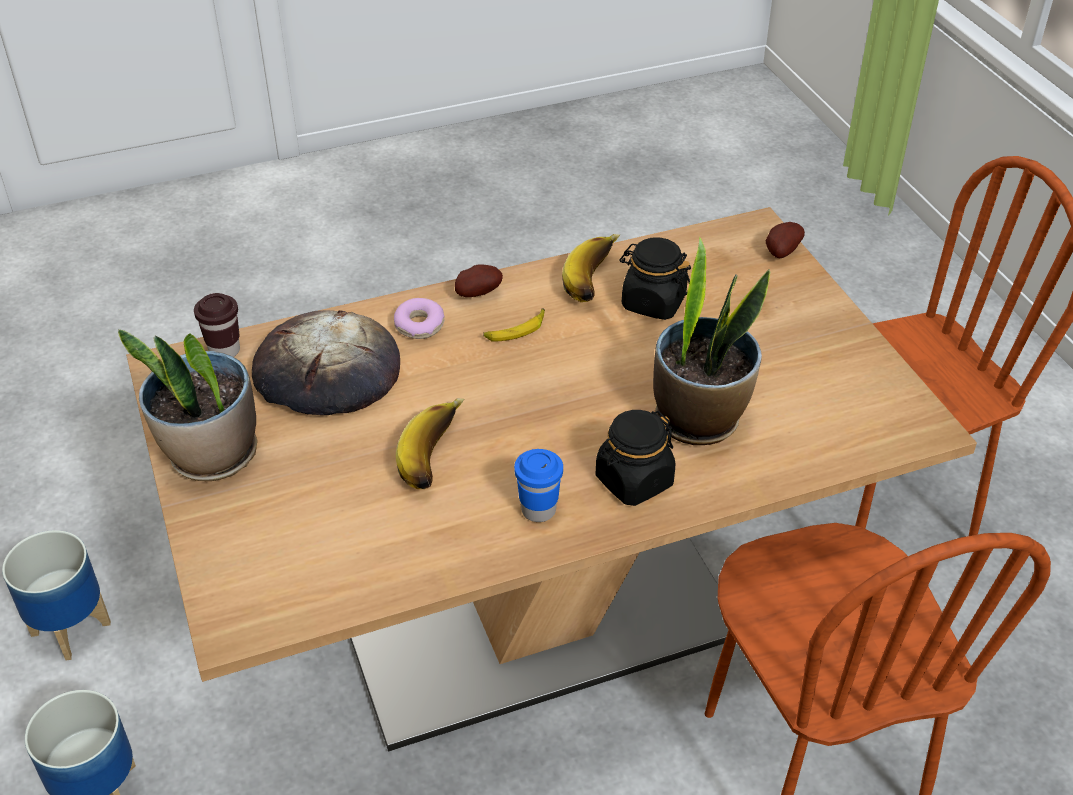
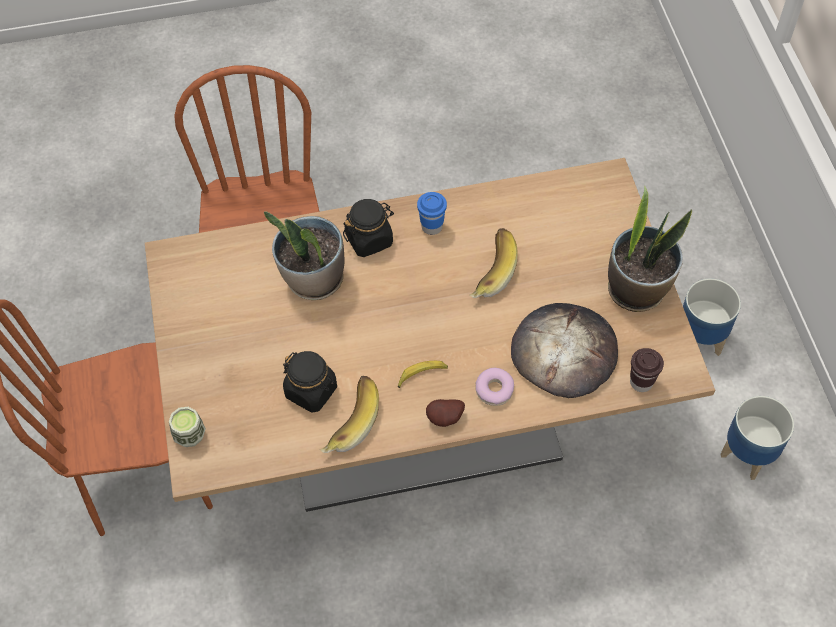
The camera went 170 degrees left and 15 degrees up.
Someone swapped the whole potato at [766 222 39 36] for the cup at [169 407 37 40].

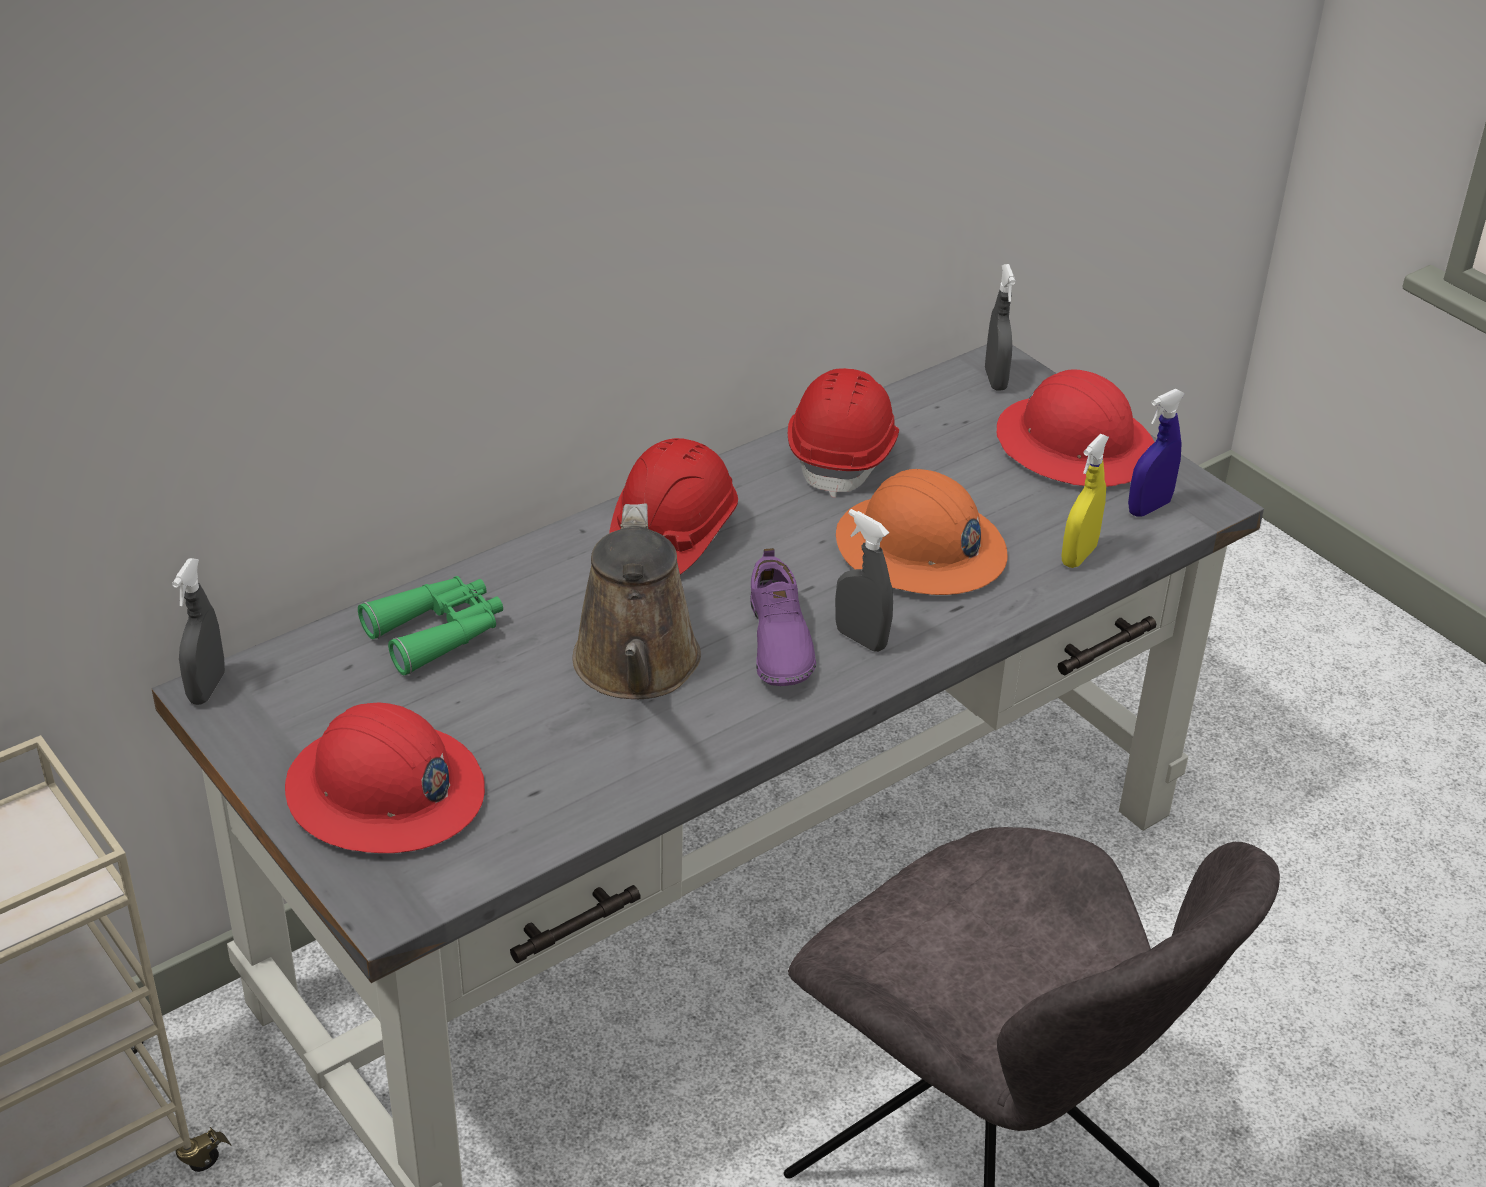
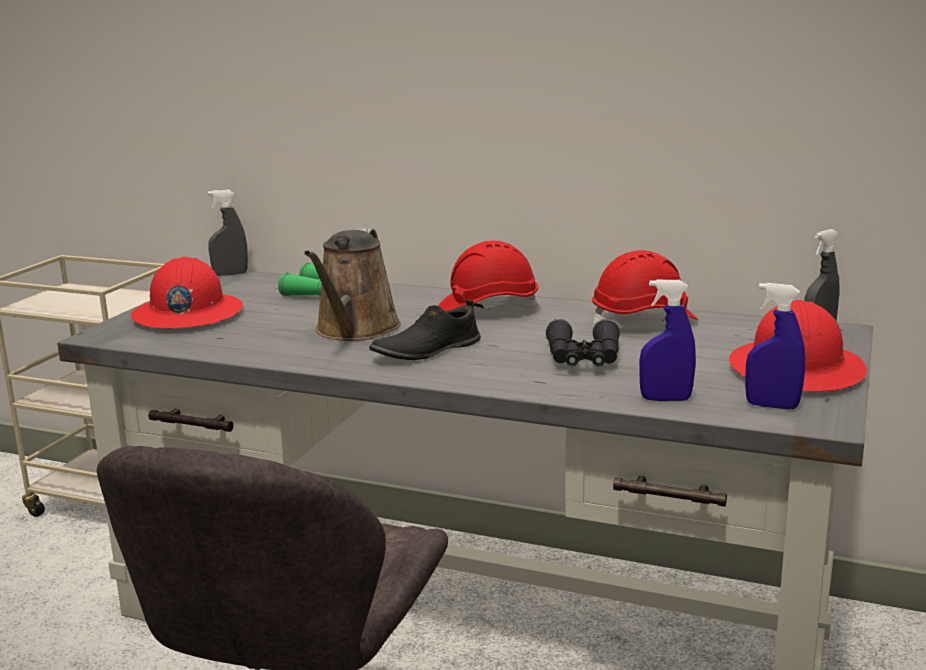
The camera went 60 degrees right and 20 degrees down.
Someone rotated the brownish sprinkling can at [573 504 128 195] by 45 degrees counterclockwise.
Someone repainted the purple-coloured item of footwear at [750 548 66 138], which became the blackish item of footwear at [369 299 112 61].
Someone took away the gray hand sprayer at [835 509 58 143].
Someone swapped the orangey hard hat at [836 469 172 126] for the blackish binoculars at [545 319 75 47].
Someone repainted the yellow hand sprayer at [1062 434 47 134], which became the blue-coloured hand sprayer at [639 280 57 121].

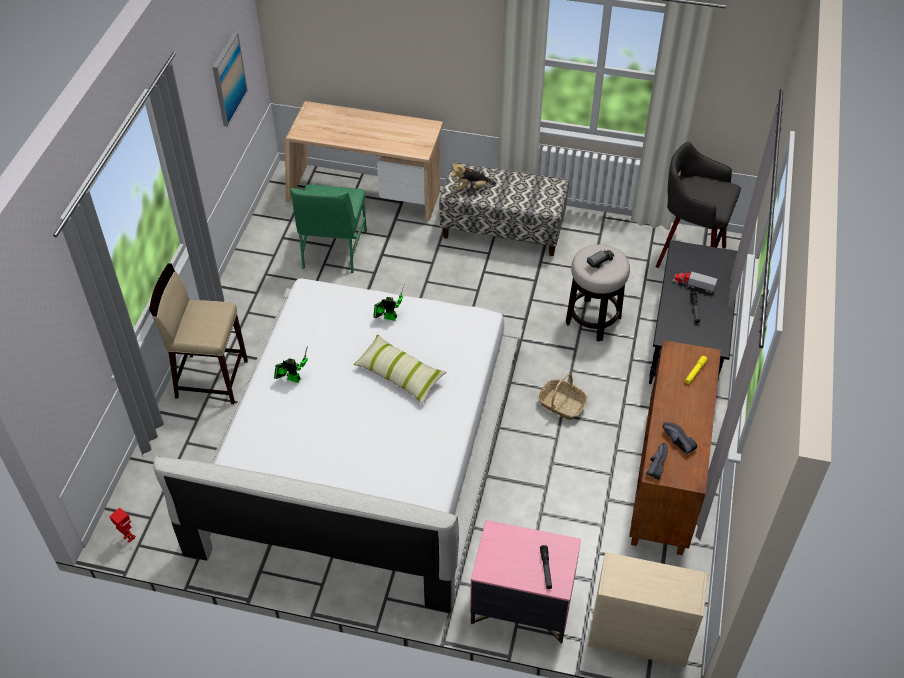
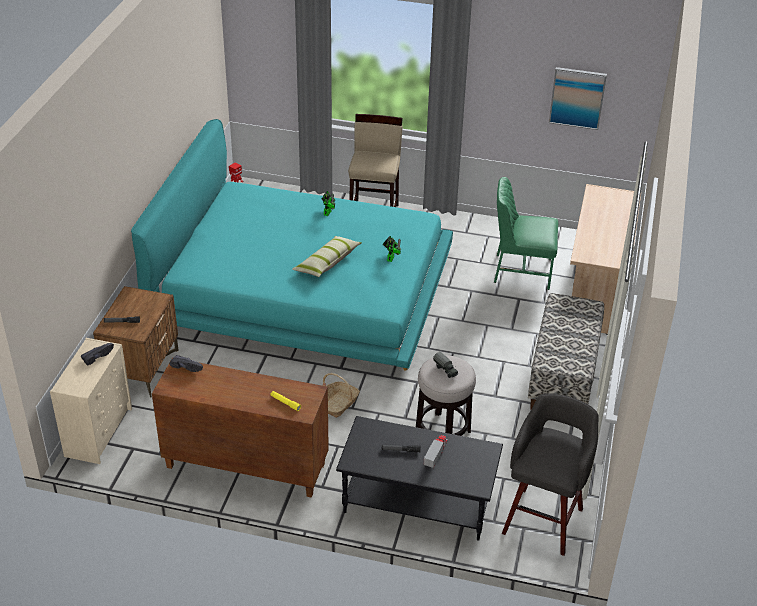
The camera went 90 degrees right and 10 degrees down.
Someone repainted the whitish sleeping bed at [153 279 370 334], which became the turquoise sleeping bed at [131 119 322 251].
Someone took away the soft toy at [451 163 45 28].
Someone repainted the pink-coloured nightstand at [470 520 111 124], which became the brownish nightstand at [93 286 86 112].
Someone carried the blackish item of footwear from [663 422 34 32] to [81 343 33 22].

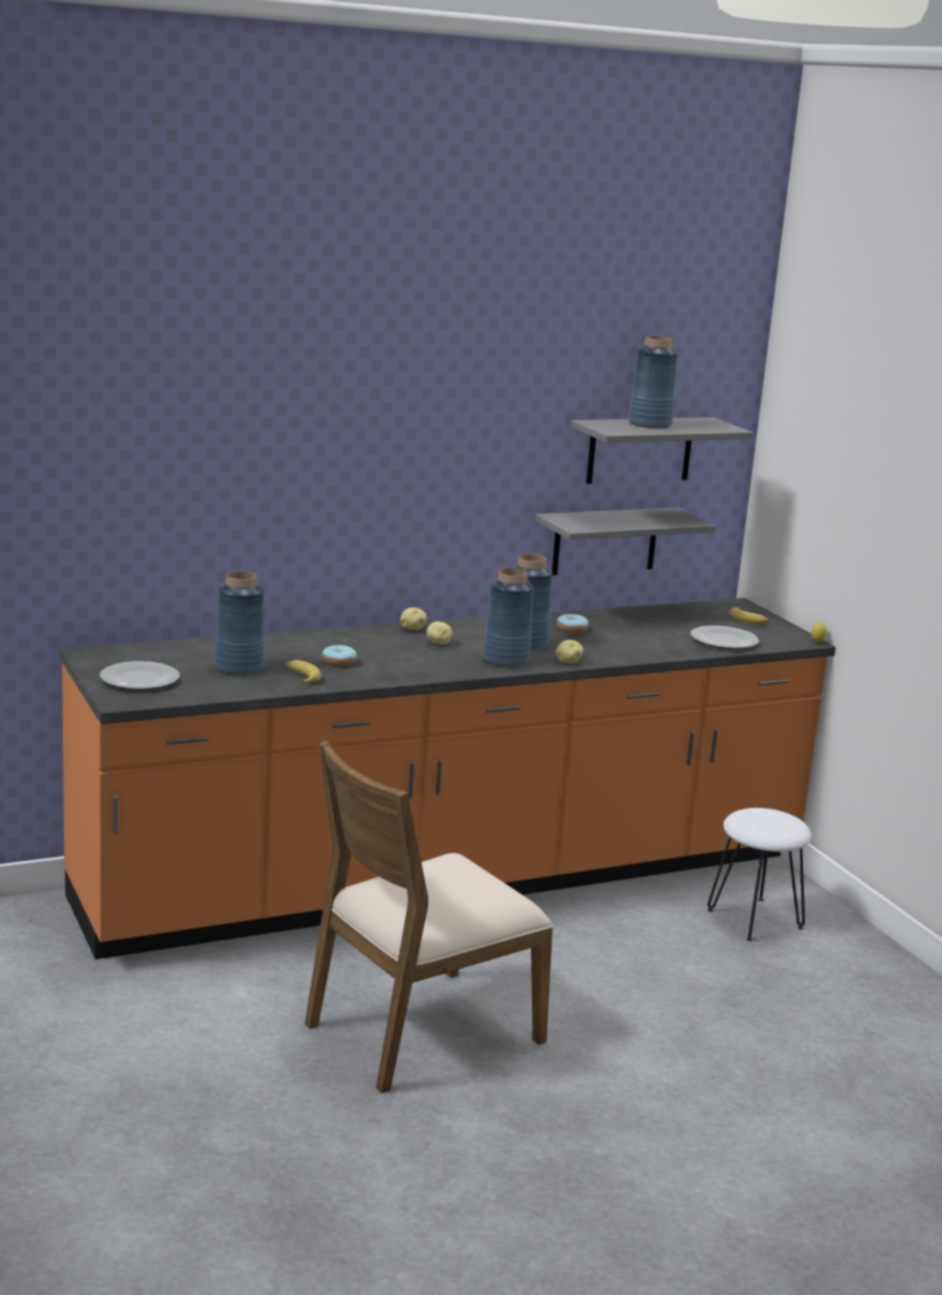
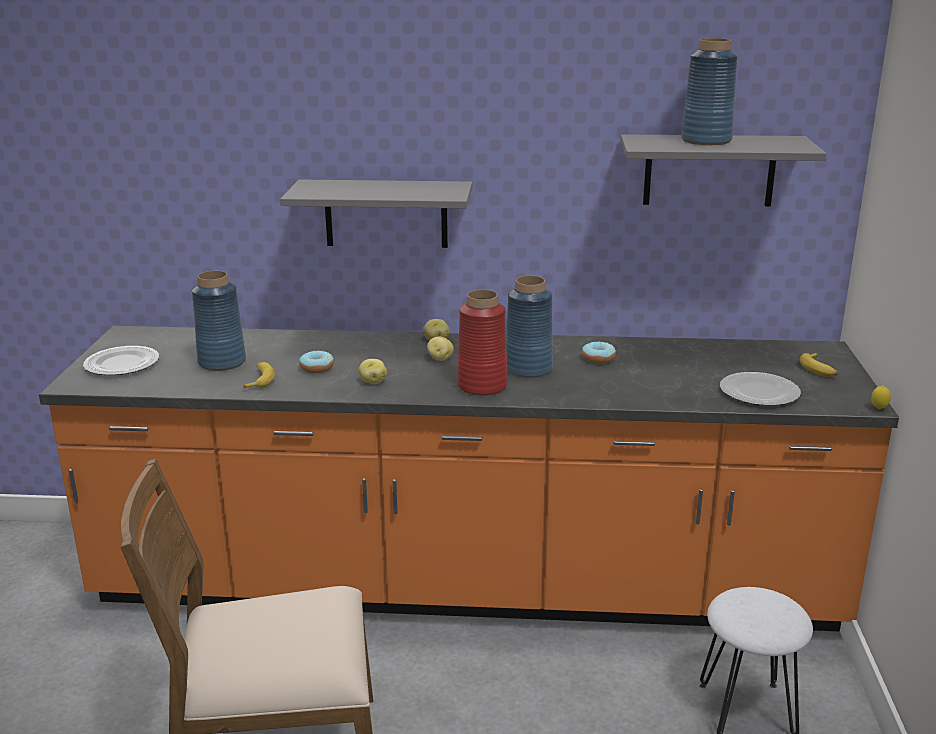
The camera went 30 degrees right and 5 degrees up.
Someone repainted the blue-coloured decorative vase at [483 568 51 99], which became the reddish decorative vase at [457 290 51 106].
Someone carried the gray shelf from [535 507 181 68] to [280 179 192 69].
Someone carried the whole potato from [556 640 28 23] to [358 359 29 25].

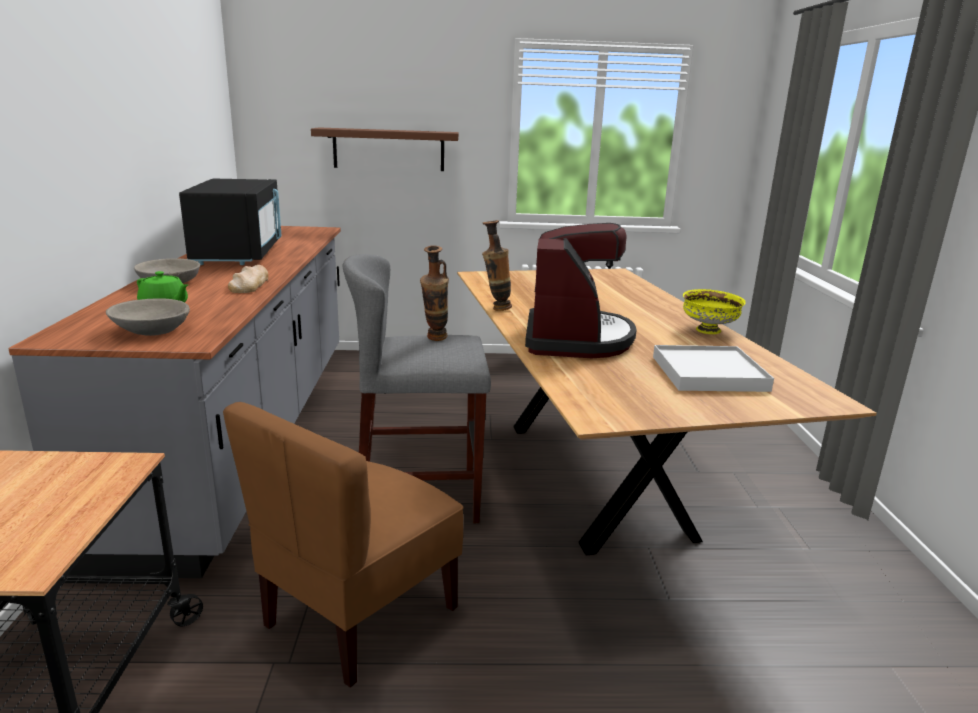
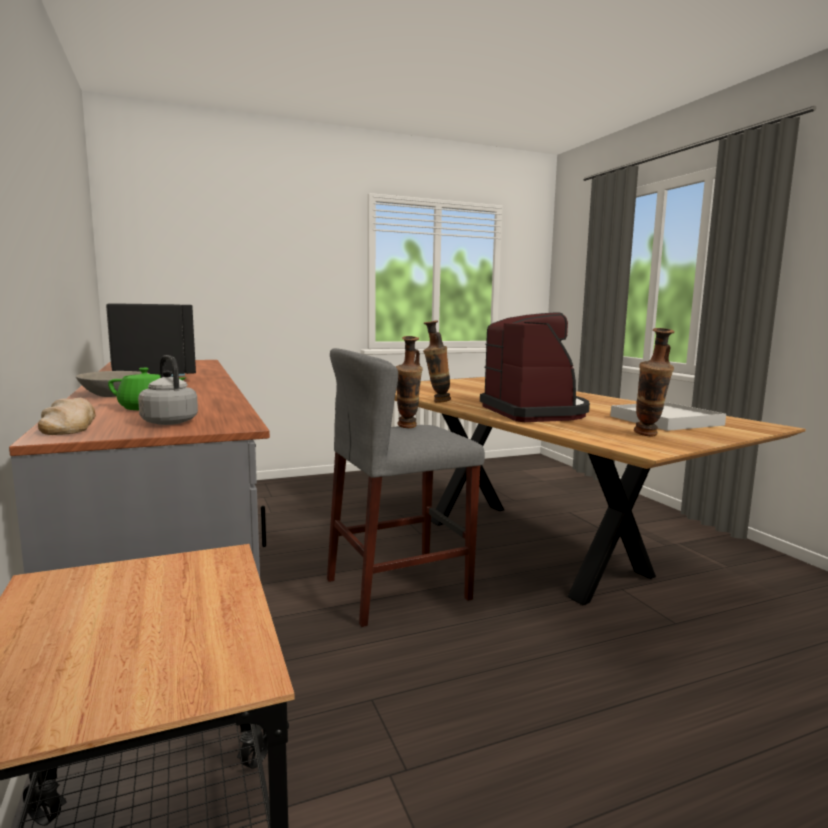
The camera went 20 degrees left and 10 degrees down.
Someone swapped the gray serving bowl at [106 298 84 38] for the gray water kettle at [138 355 60 70].
Someone took away the brownish plain chair at [223 402 241 286].
Someone carried the bakery bread from [228 265 41 28] to [38 398 58 37].
Someone took away the brownish shelf at [311 127 148 44].
Someone took away the yellow serving bowl at [683 289 63 45].
Someone put down the decorative vase at [634 328 41 109].

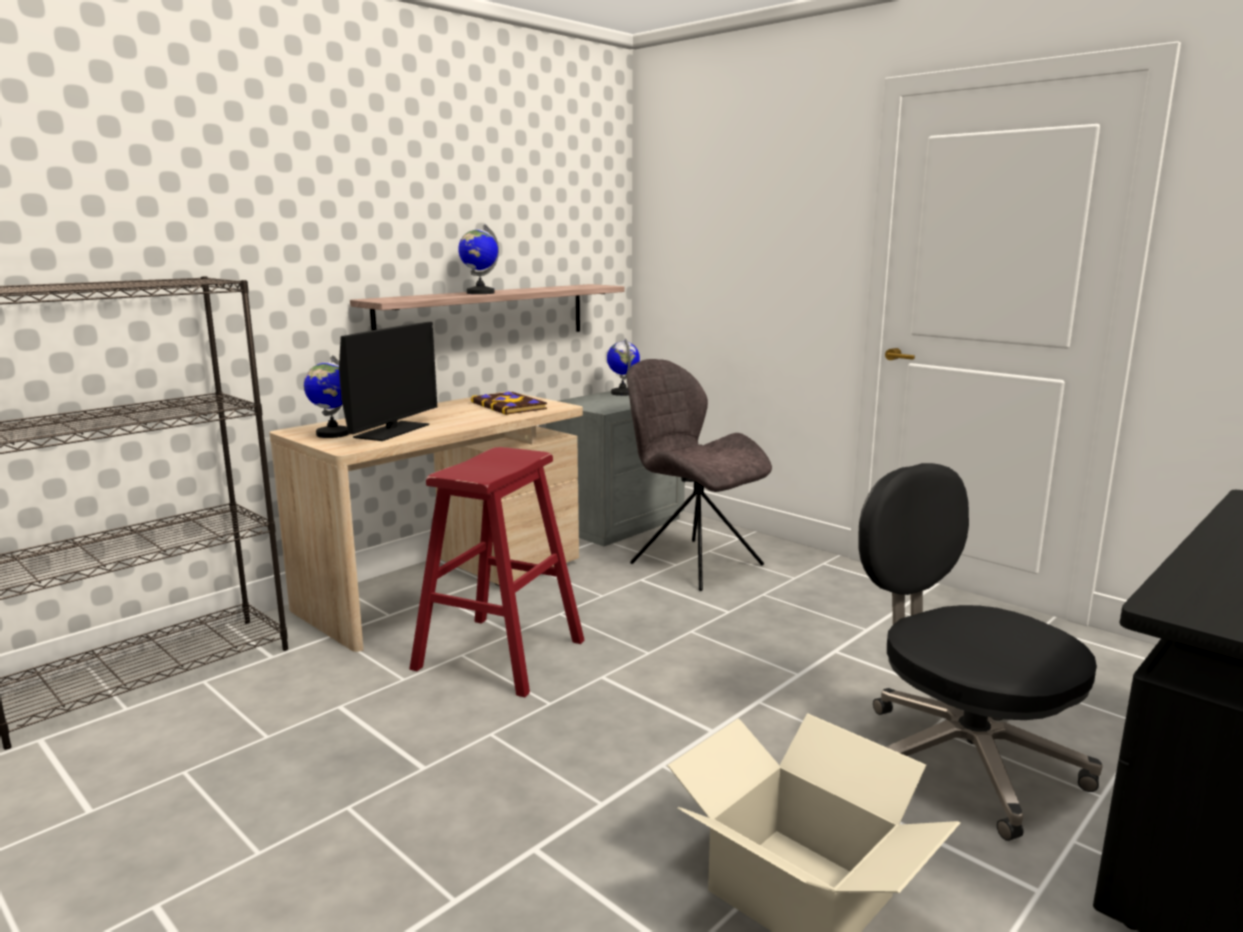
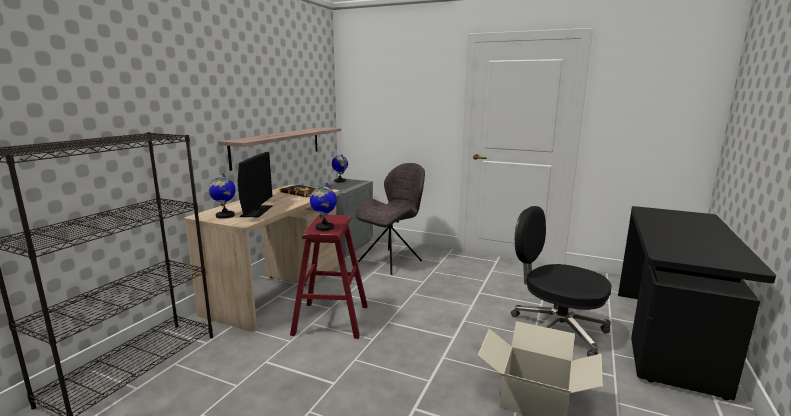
The camera went 20 degrees left and 0 degrees up.
Someone carried the world globe from [458 224 41 70] to [310 183 27 48].
Someone rotated the gray plain chair at [627 359 145 232] by 105 degrees clockwise.

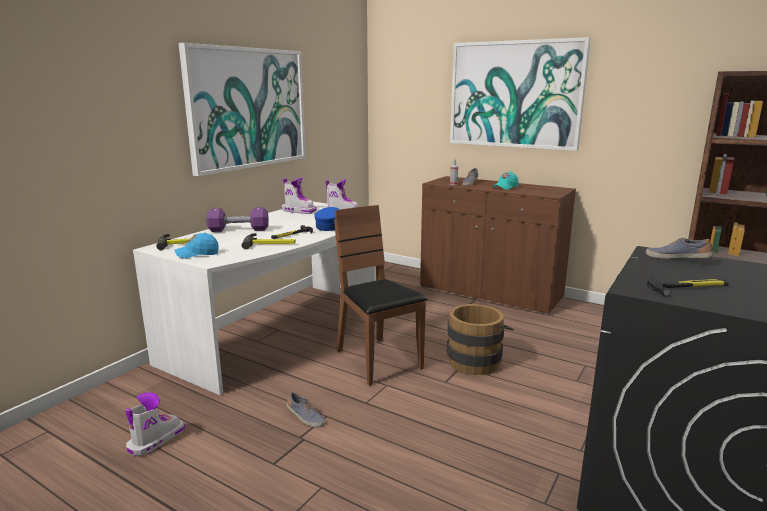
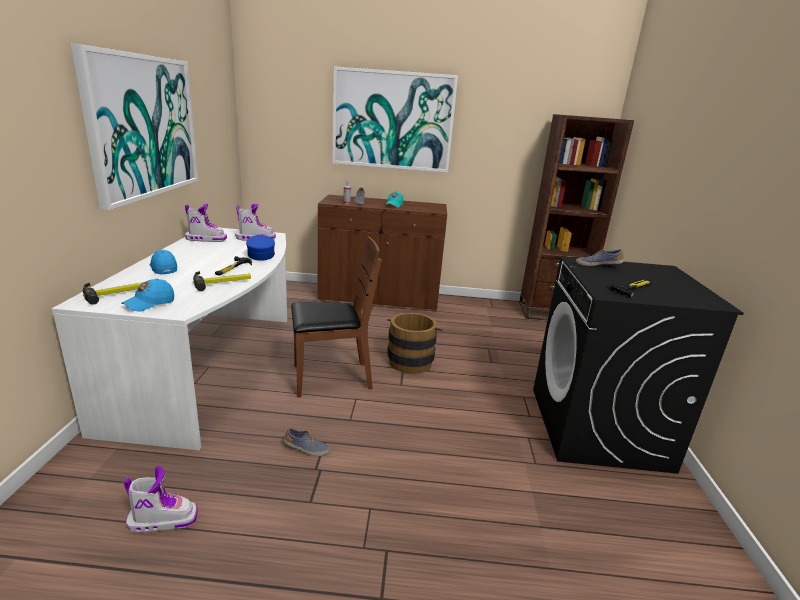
The camera went 30 degrees left and 5 degrees up.
Someone rotated the tall boot at [125 392 60 64] by 75 degrees clockwise.
Someone swapped the purple-coloured dumbbell at [206 207 63 25] for the blue-coloured cap at [150 250 27 25].
Someone rotated the brownish plain chair at [334 205 94 181] by 135 degrees clockwise.

